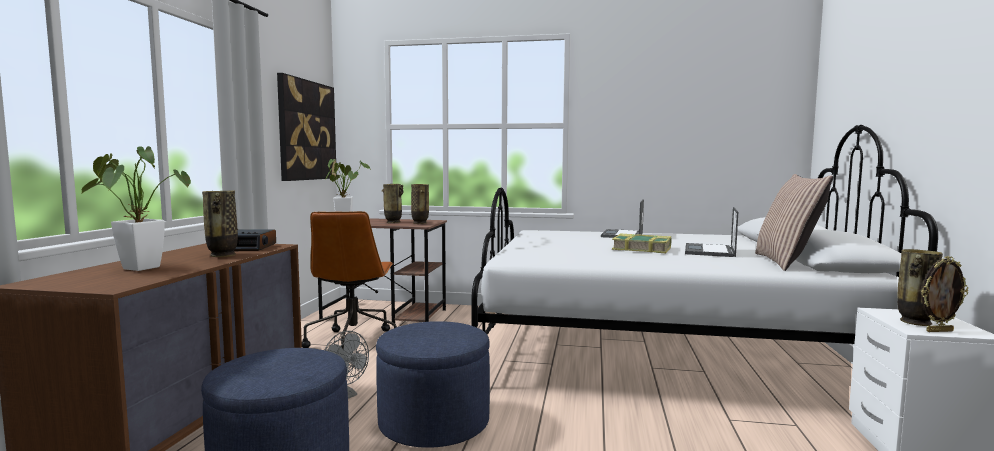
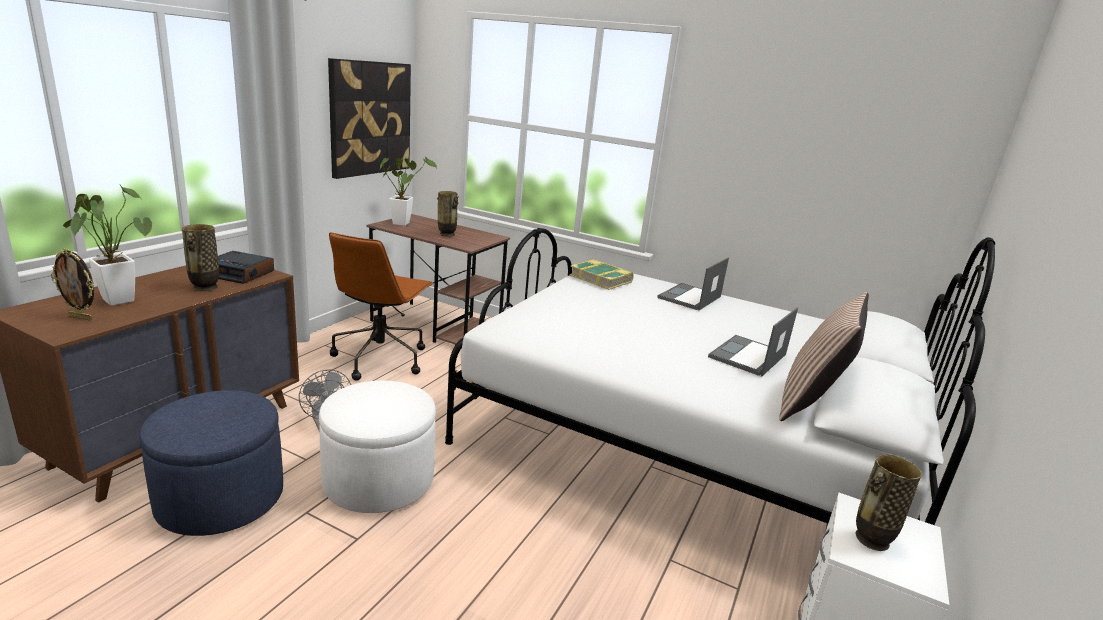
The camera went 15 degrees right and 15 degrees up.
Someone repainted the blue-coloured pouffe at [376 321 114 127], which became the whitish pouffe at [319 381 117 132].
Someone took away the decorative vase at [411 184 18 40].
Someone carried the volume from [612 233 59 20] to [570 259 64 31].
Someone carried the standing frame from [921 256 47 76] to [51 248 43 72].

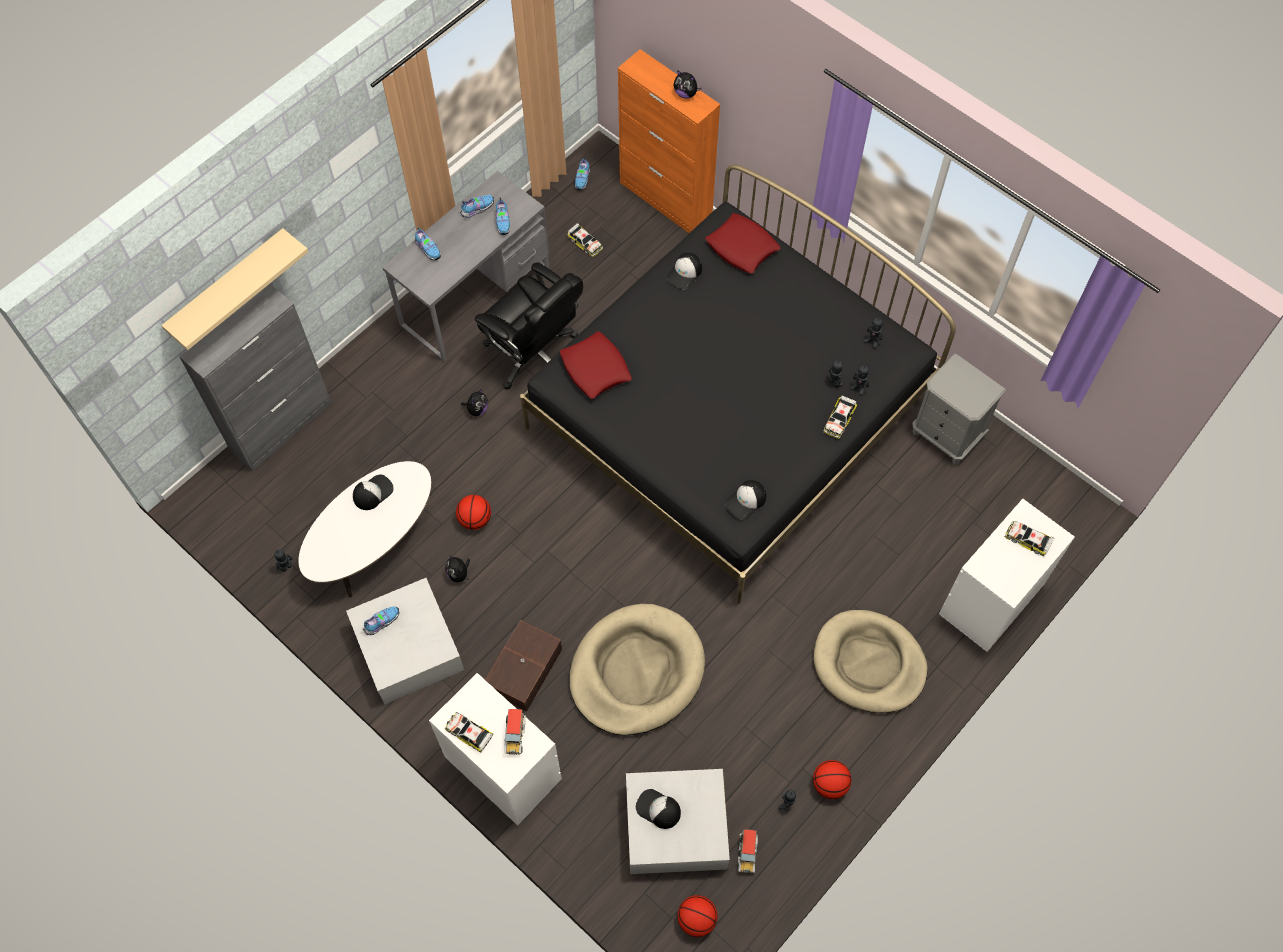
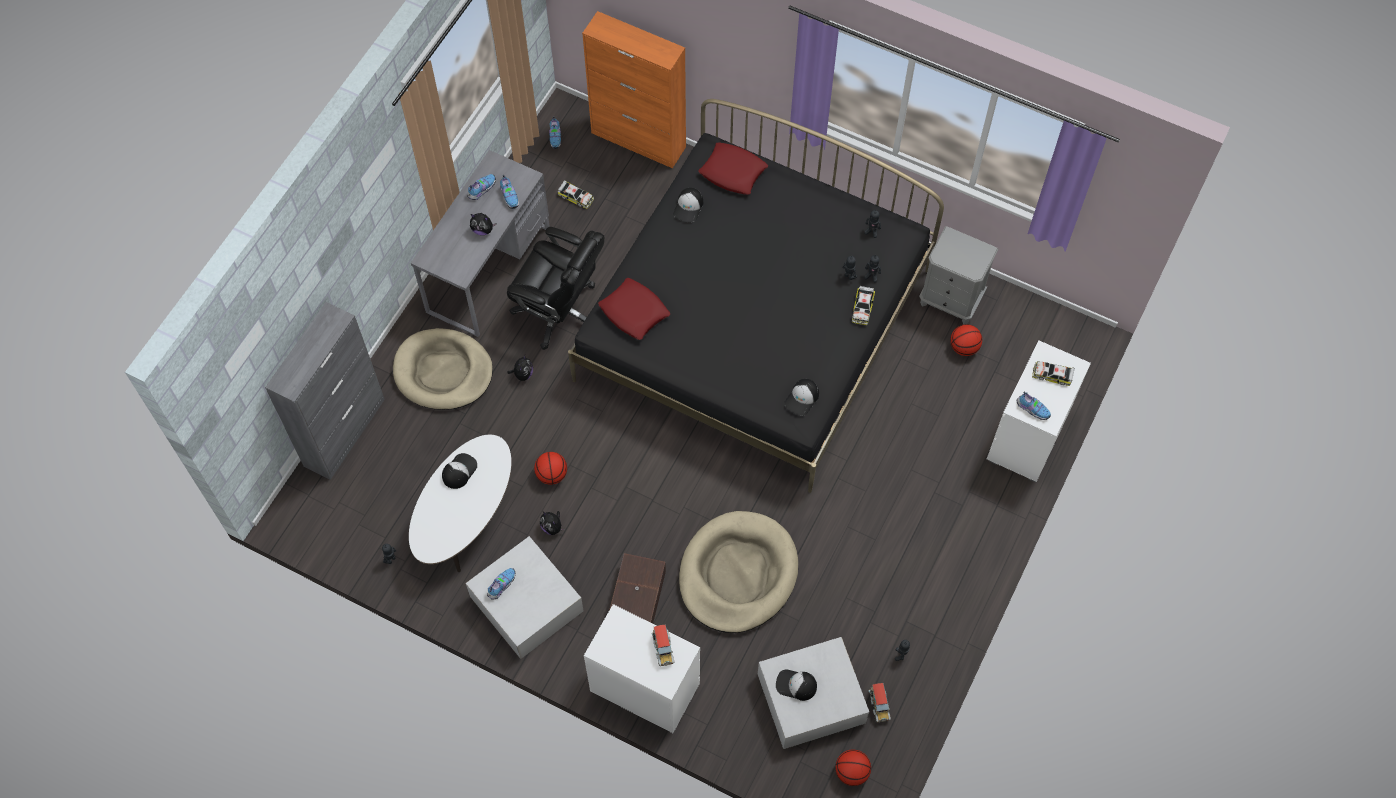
The camera went 15 degrees left and 0 degrees up.
Someone took away the beige-coloured shelf at [161 228 147 122].
Someone carried the item of footwear from [415 227 26 33] to [1016 391 35 29].
Someone took away the toy car at [445 712 48 41].
Someone carried the soft toy from [674 70 28 29] to [470 213 26 22].
Someone carried the basketball from [813 760 39 39] to [950 324 32 32].
Someone carried the beige-coloured dog cushion from [814 610 114 103] to [393 328 100 82].

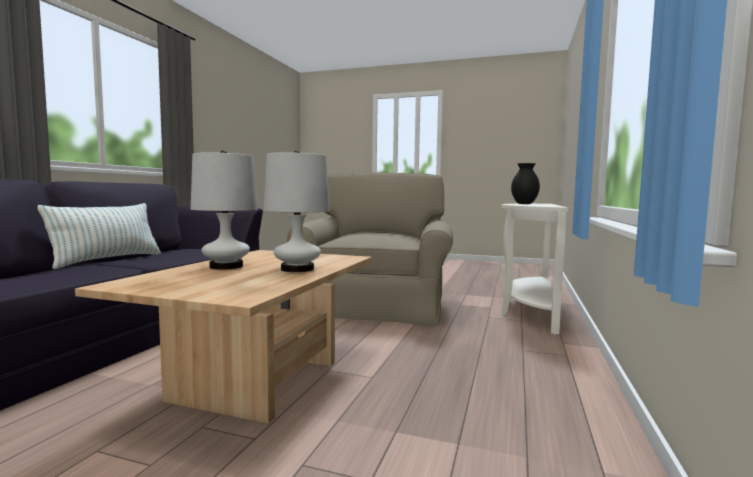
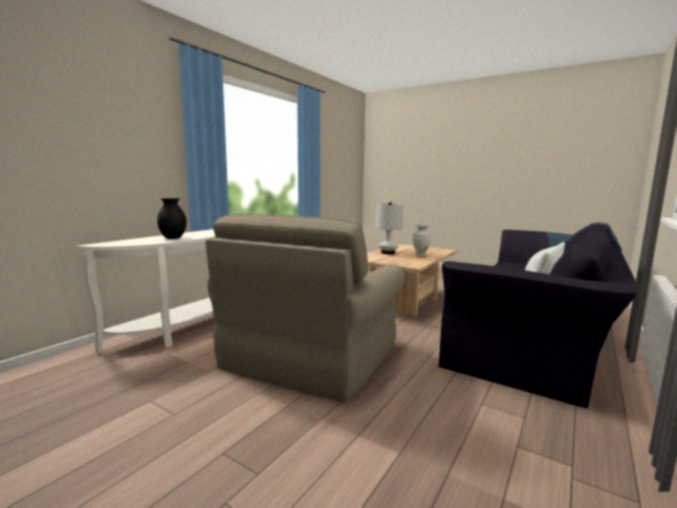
The camera went 165 degrees left and 5 degrees up.
Someone swapped the whitish lamp for a table at [191 150 67 119] for the decorative vase at [413 225 18 32].

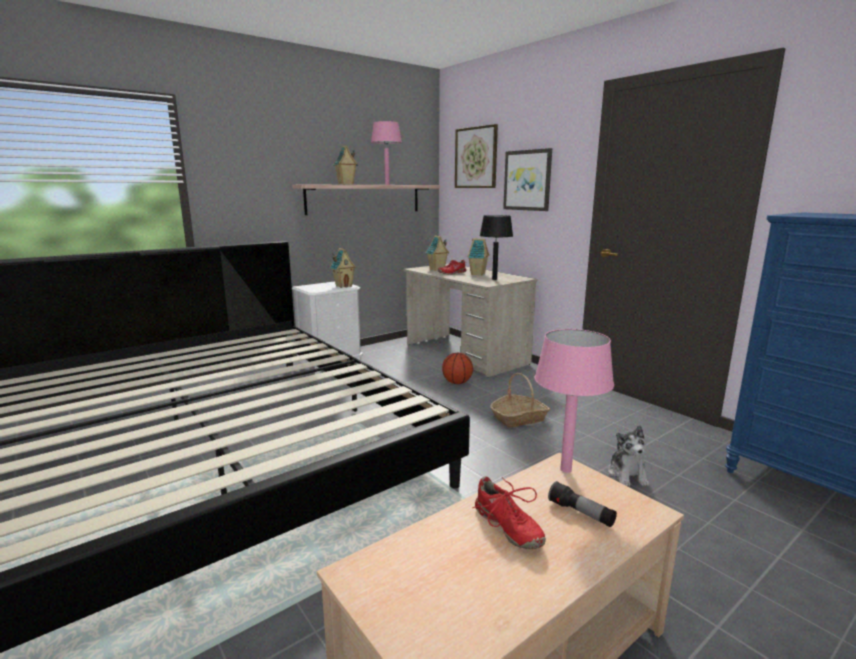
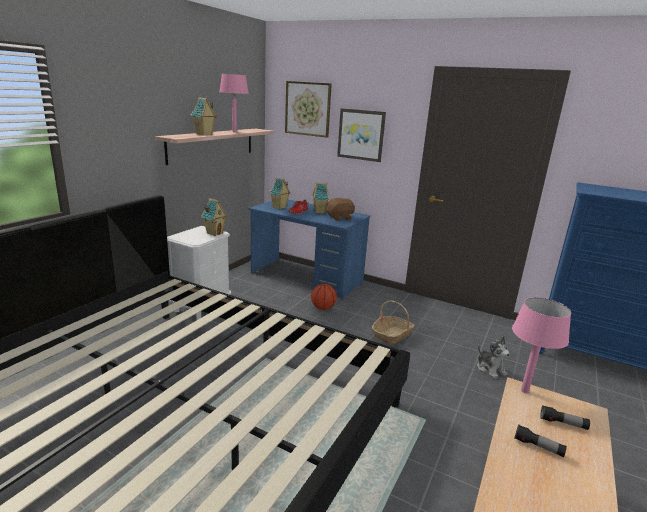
The camera went 25 degrees left and 5 degrees up.
Someone repainted the beige-coloured desk table at [403 263 134 115], which became the blue-coloured desk table at [248 200 122 99].
Someone swapped the reddish item of footwear at [472 476 74 73] for the torch at [514 424 53 33].
Someone swapped the blackish lamp for a table at [480 215 33 65] for the brownish soft toy at [326 198 29 23].

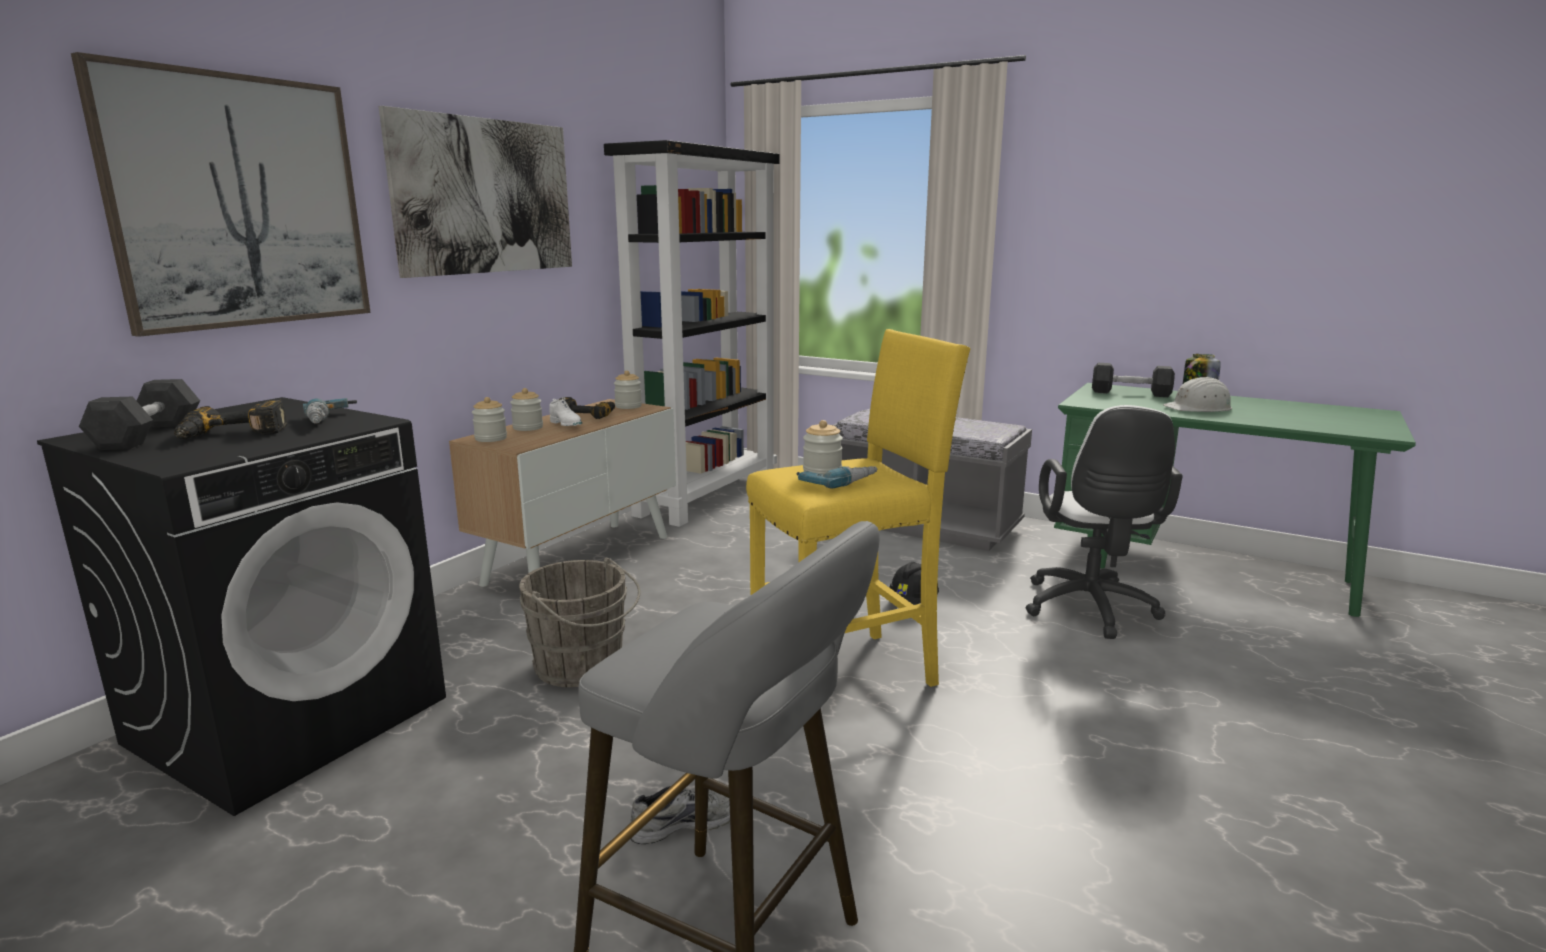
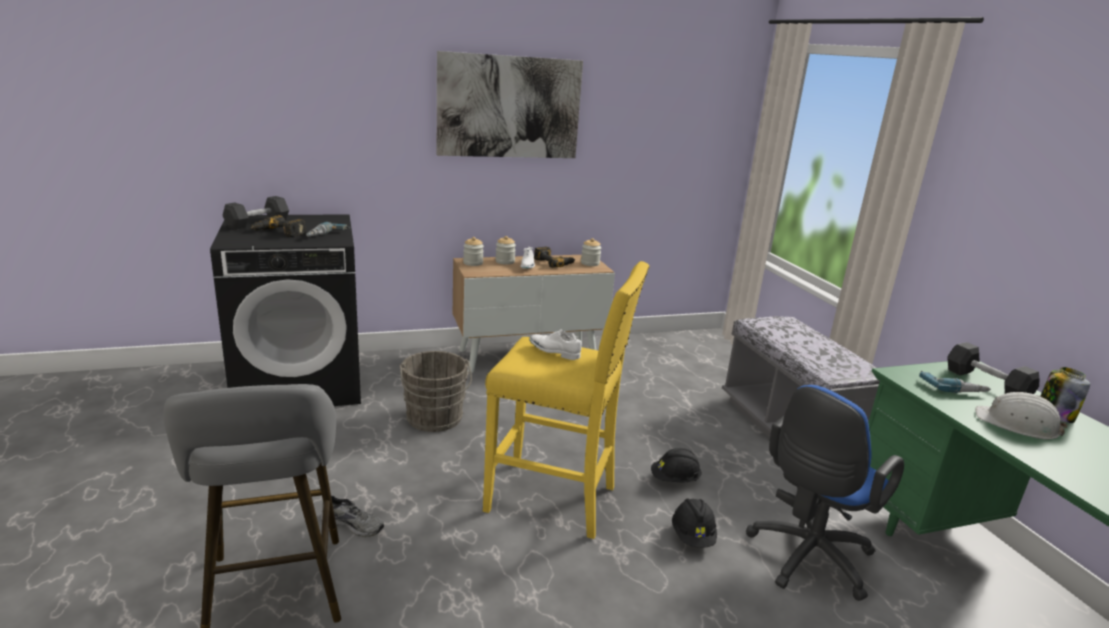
The camera went 40 degrees right and 5 degrees up.
Someone took away the wall art at [71 52 300 285].
Someone took away the blackish bookcase at [604 140 176 387].
Someone carried the drill from [796 466 81 22] to [919 371 72 22].
Someone swapped the preserve jar at [803 420 40 55] for the whitish item of footwear at [529 329 53 31].
Someone repainted the whitish desk chair at [1026 405 157 234], which became the blue-coloured desk chair at [746 385 158 216].
Someone put down the blackish hard hat at [672 499 45 49].

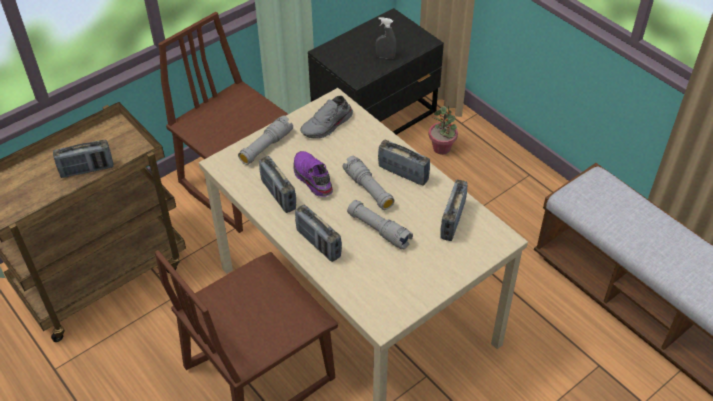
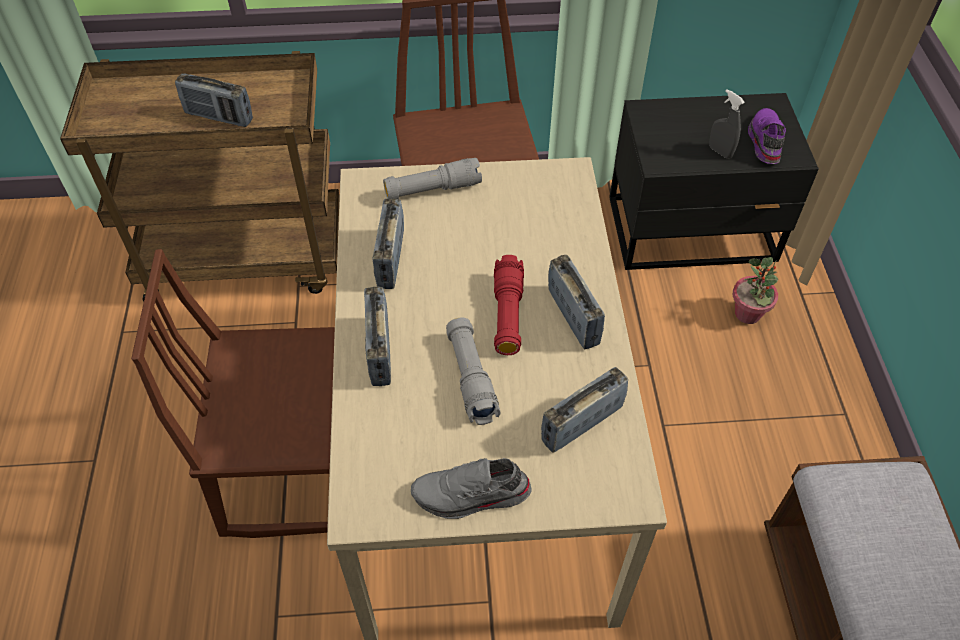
The camera went 35 degrees right and 5 degrees up.
Someone carried the purple-coloured item of footwear from [294 151 39 46] to [748 108 38 56].
Someone carried the gray item of footwear from [300 96 53 43] to [411 458 121 61].
Someone repainted the gray torch at [343 156 52 54], which became the reddish torch at [494 255 30 100].

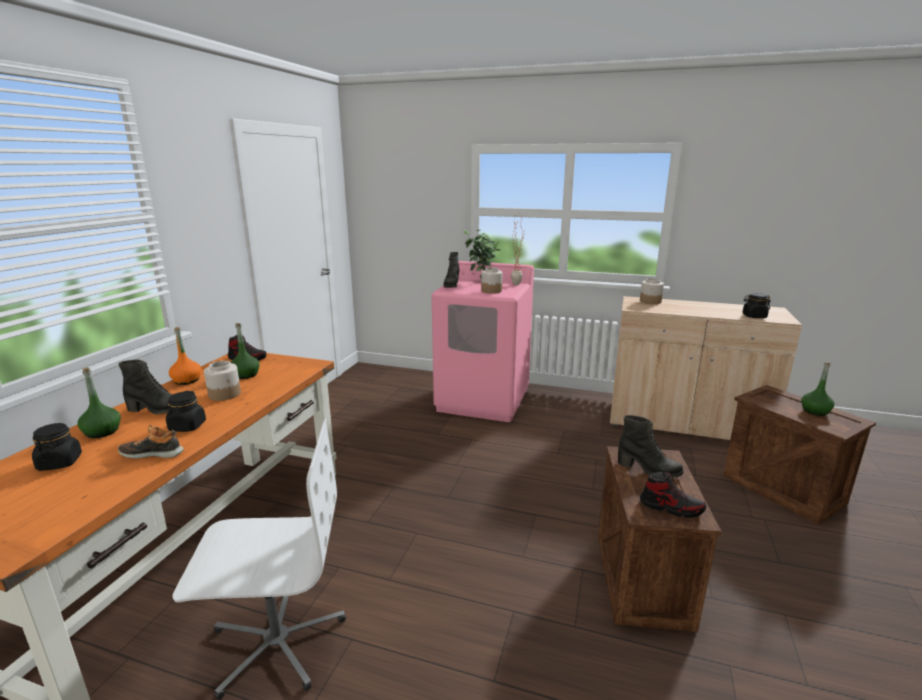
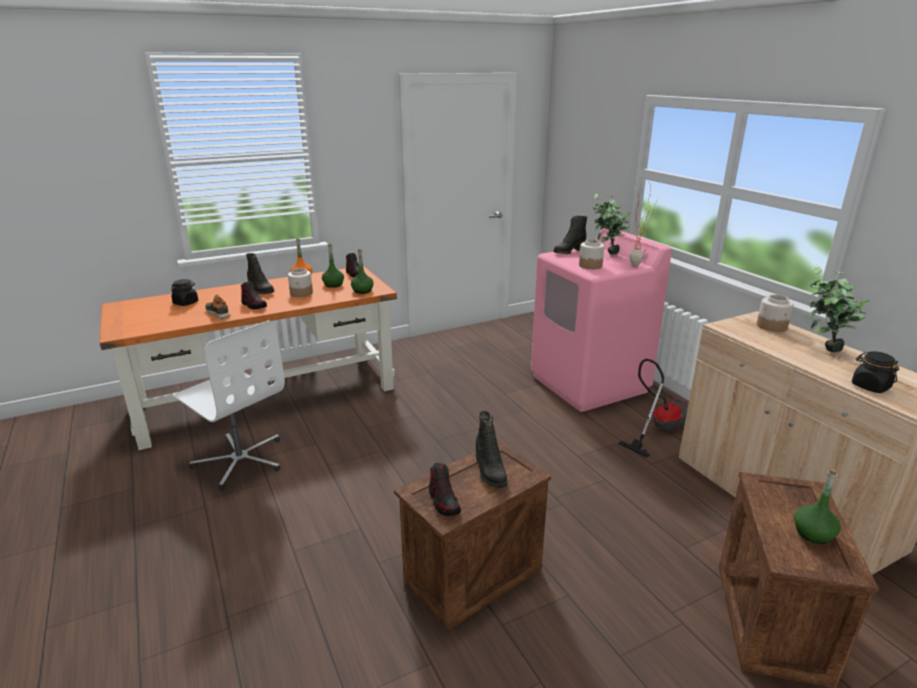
The camera went 45 degrees right and 5 degrees up.
Someone carried the green beverage bottle from [77 367 44 71] to [351 249 23 45].
Someone swapped the blackish preserve jar at [166 391 40 41] for the item of footwear at [241 281 26 28].
Someone put down the vacuum at [618 359 70 99].
Someone put down the potted plant at [809 265 61 87].

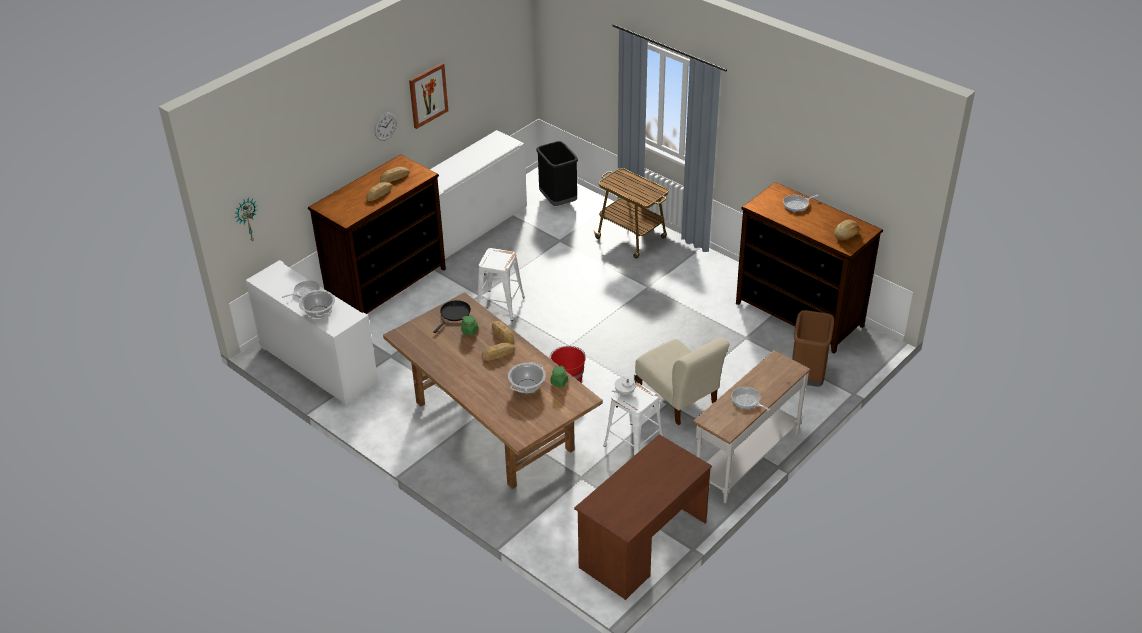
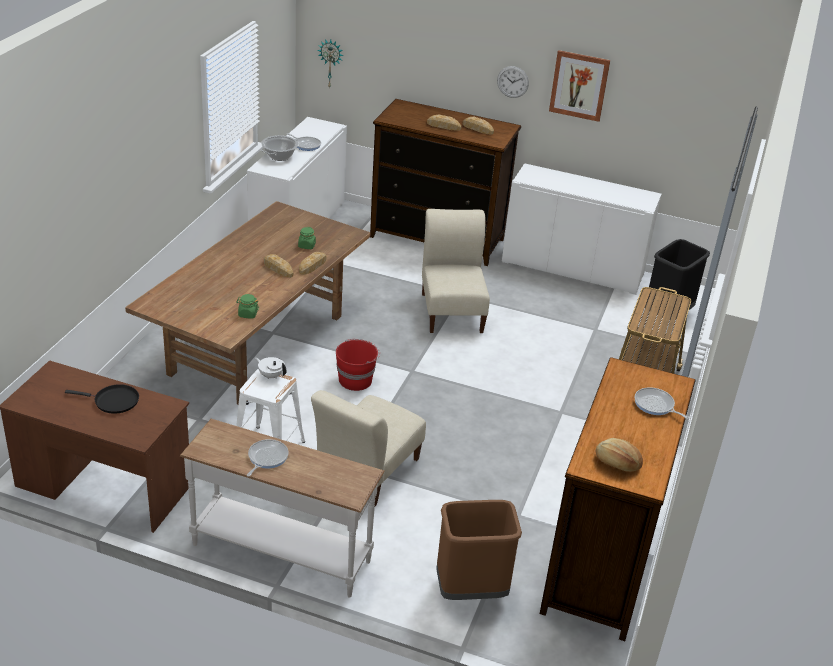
The camera went 65 degrees right and 5 degrees down.
Someone carried the blackish skillet from [433 300 38 33] to [65 384 74 30].
Someone swapped the whitish sitting stool at [477 248 48 73] for the beige-coloured plain chair at [422 209 68 124].
Someone took away the saucepot at [508 362 38 31].

